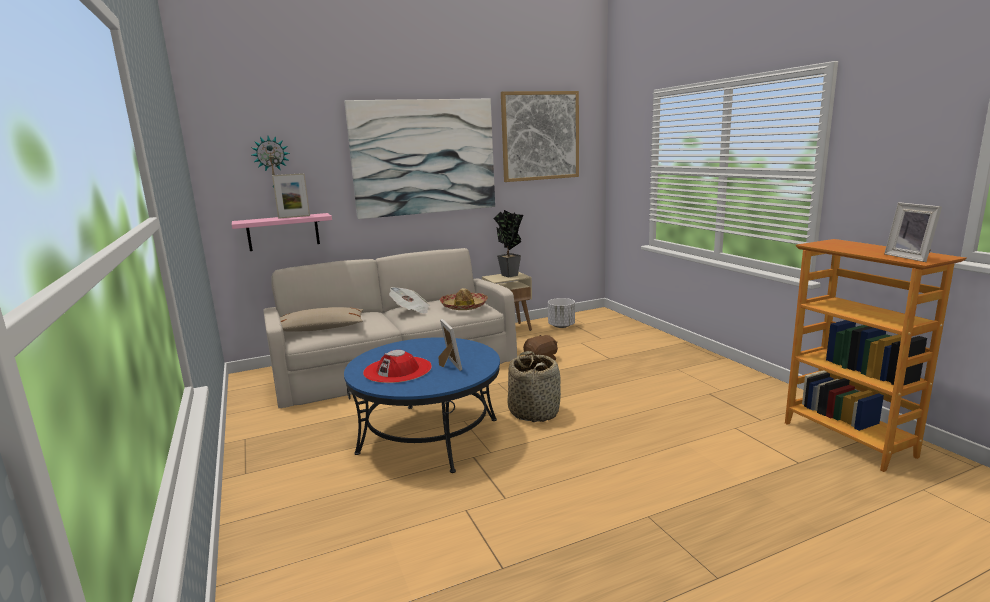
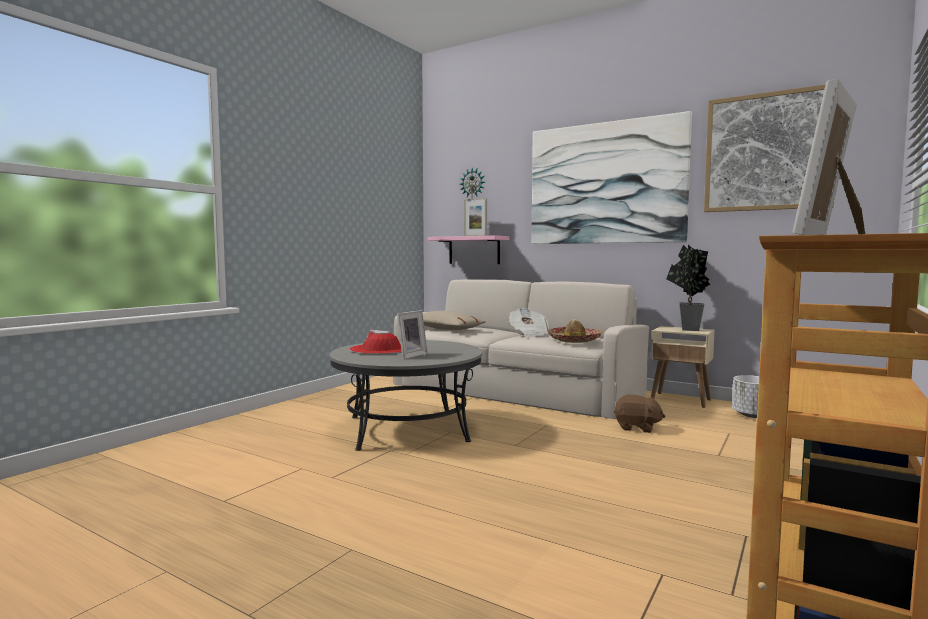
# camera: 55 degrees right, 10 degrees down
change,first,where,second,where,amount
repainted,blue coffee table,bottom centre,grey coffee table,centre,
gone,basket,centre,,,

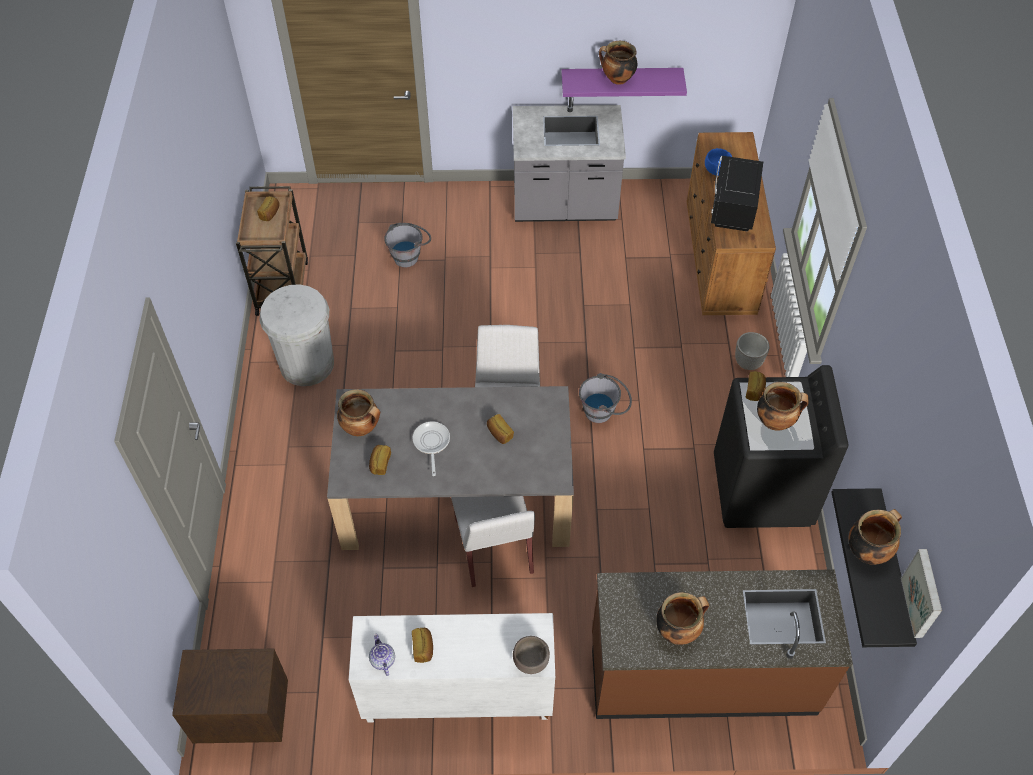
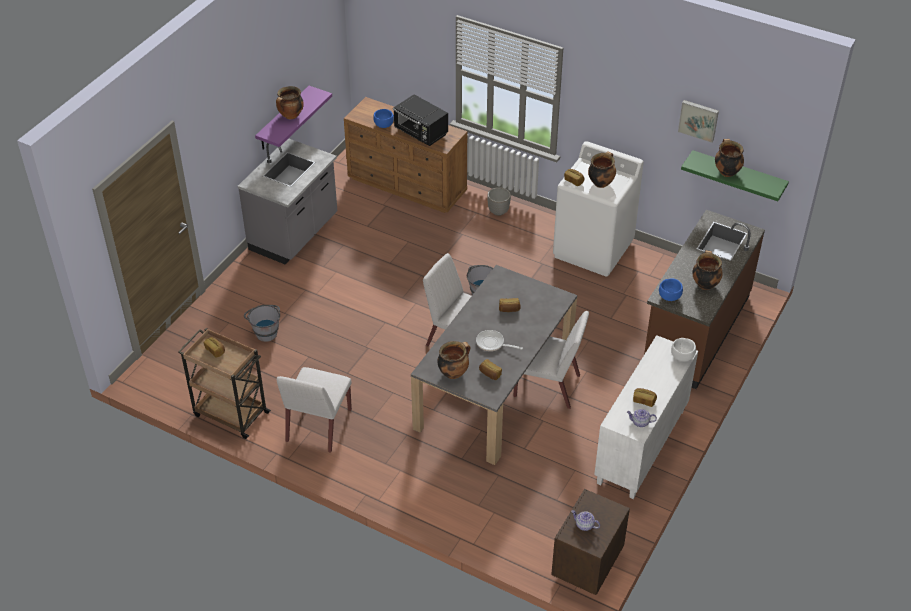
# camera: 60 degrees left, 10 degrees down
change,first,where,second,where,amount
swapped,white trash can,middle left,white chair (no. 1 from left),bottom centre,
repainted,black washing machine,middle right,white washing machine,centre,
repainted,black shelf,bottom right,green shelf,top right,
shifted,picture,bottom right,,top right,
repainted,brown bowl,bottom centre,white bowl,middle right,
new,,,blue bowl (no. 2 from left),middle right,
new,,,teapot (no. 1 from left),bottom centre,

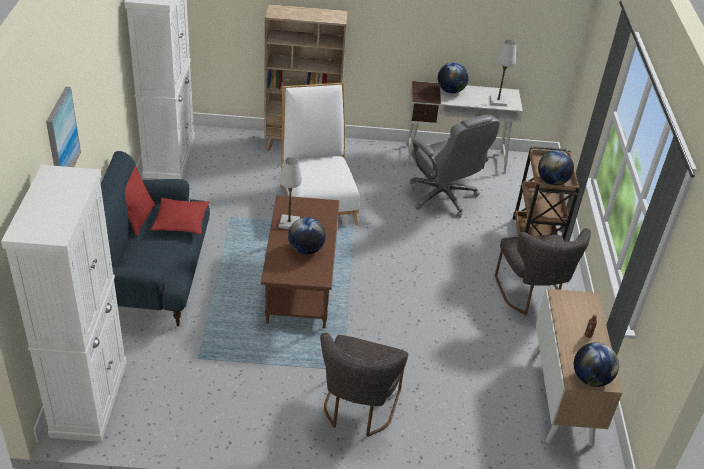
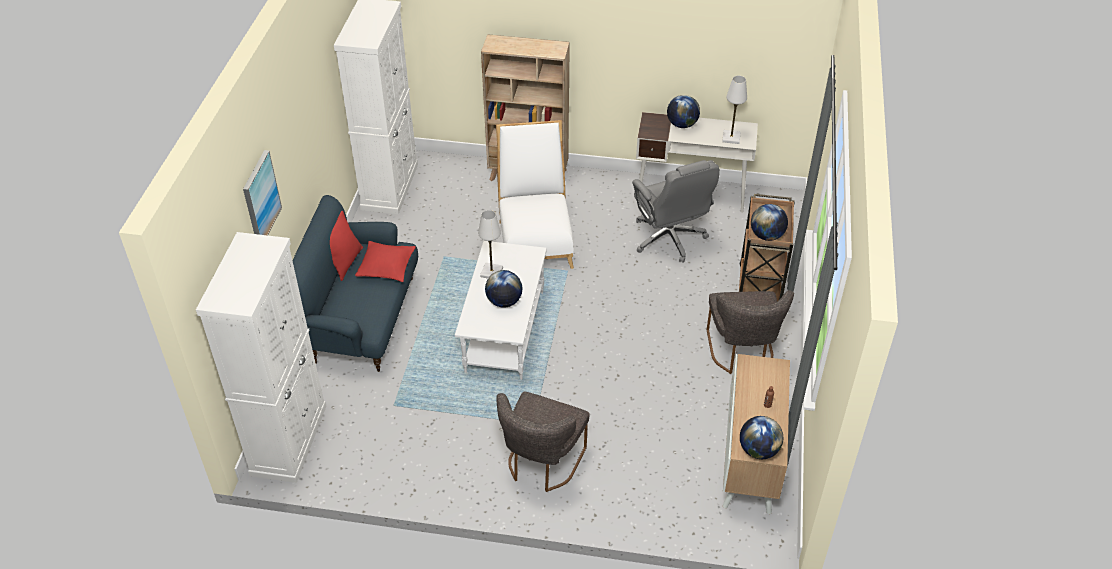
# camera: 10 degrees right, 5 degrees up
change,first,where,second,where,amount
repainted,brown coffee table,centre,white coffee table,centre,

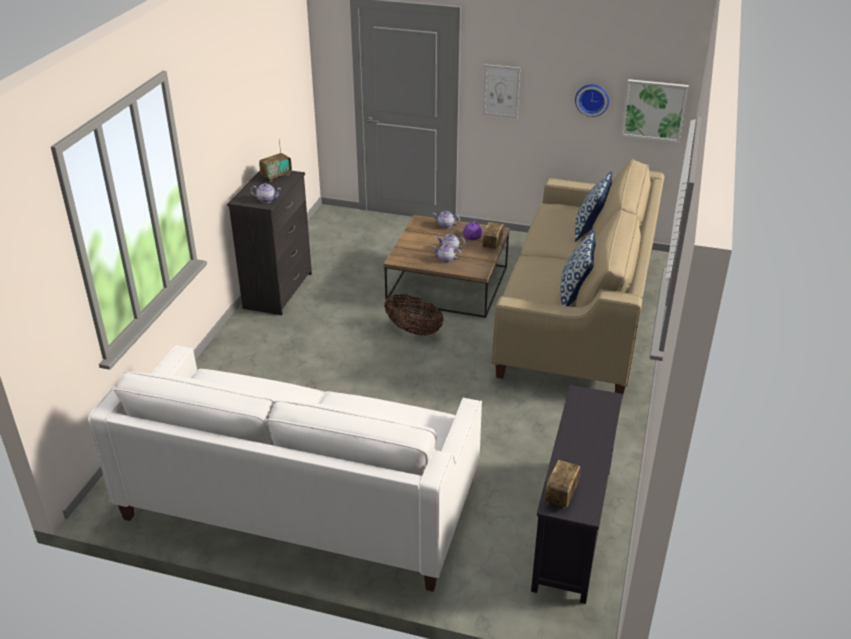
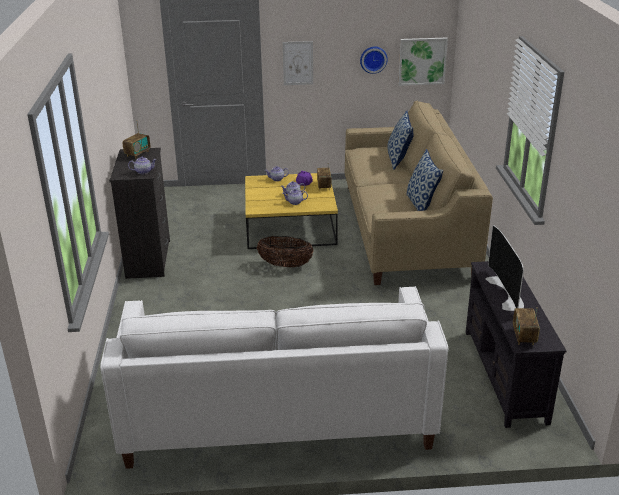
# camera: 20 degrees left, 5 degrees down
change,first,where,second,where,amount
repainted,brown coffee table,centre,yellow coffee table,centre,
new,,,television,middle right,

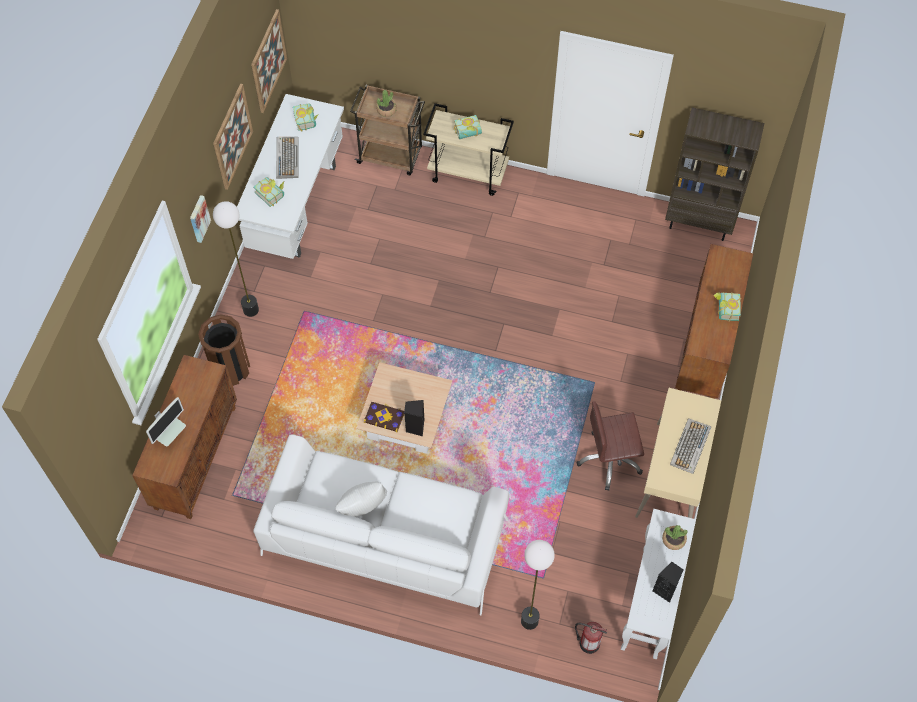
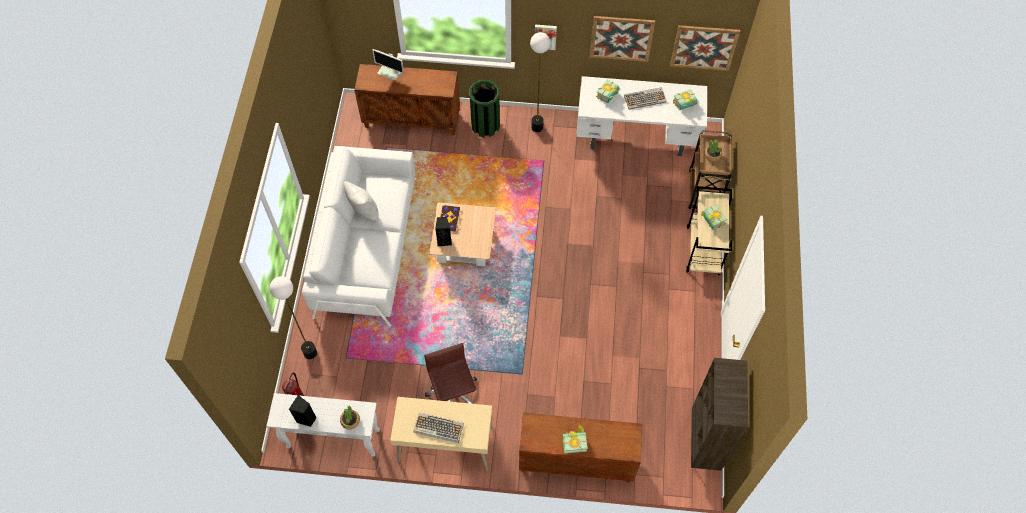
# camera: 80 degrees right, 0 degrees up
change,first,where,second,where,amount
repainted,brown trash can,middle left,green trash can,top centre,

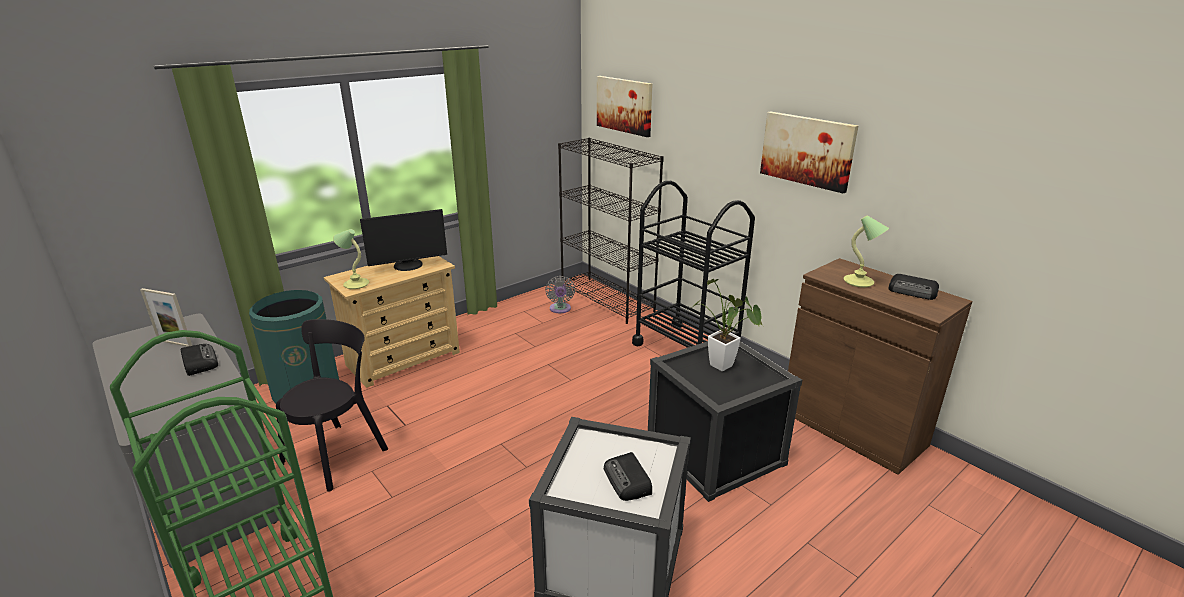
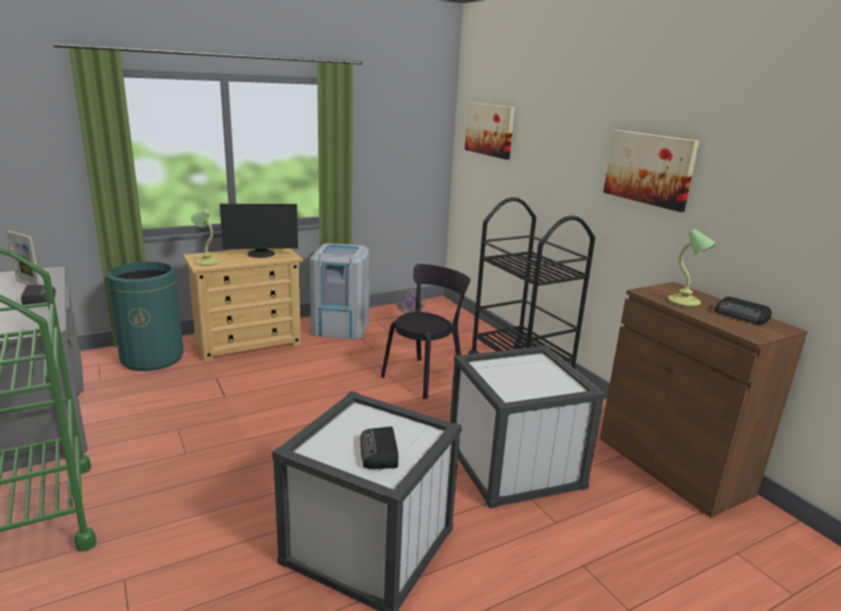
# camera: 10 degrees right, 5 degrees down
change,first,where,second,where,amount
gone,black bookcase,centre,,,
gone,potted plant,centre,,,
shifted,black chair,bottom left,,centre,
repainted,black storage box,bottom centre,white storage box (no. 2 from left),bottom centre,
new,,,grey trash can,centre,

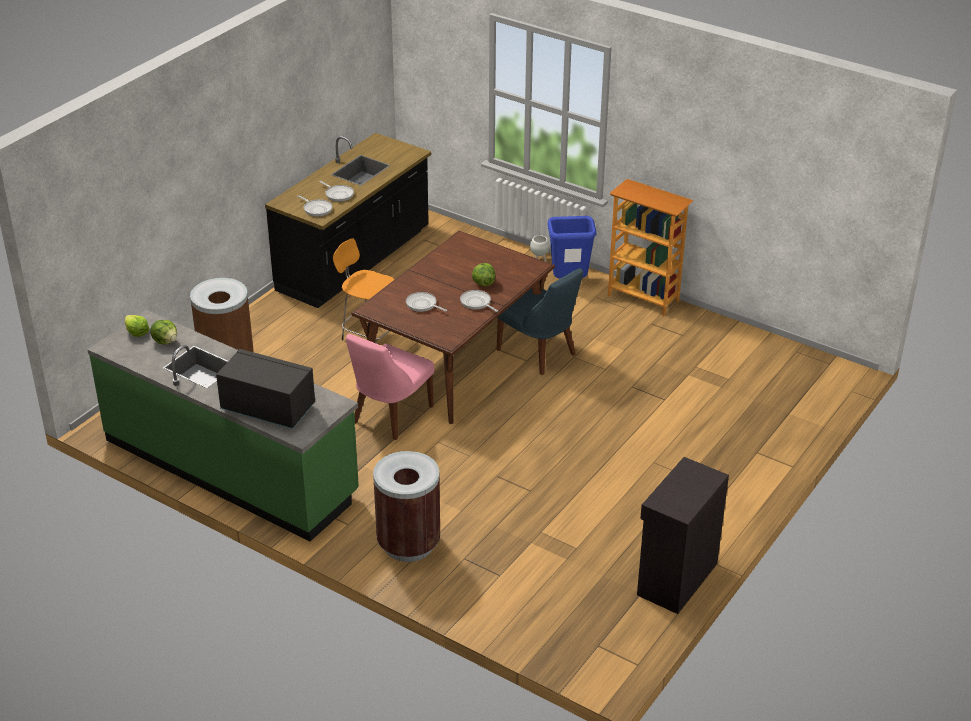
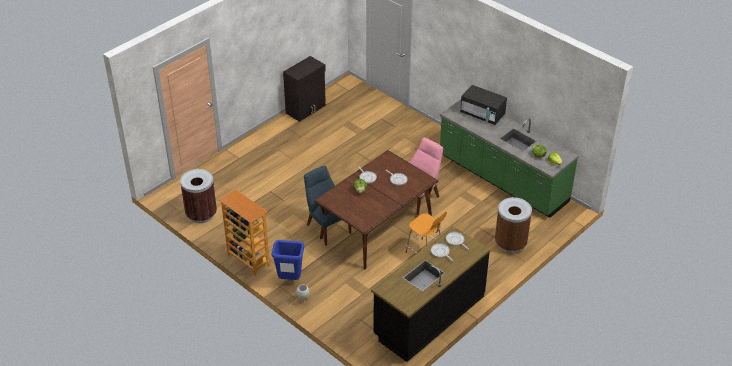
# camera: 170 degrees left, 5 degrees up
change,first,where,second,where,amount
shifted,brown trash can (no. 2 from left in the first image),bottom centre,brown trash can (no. 1 from left),middle left,

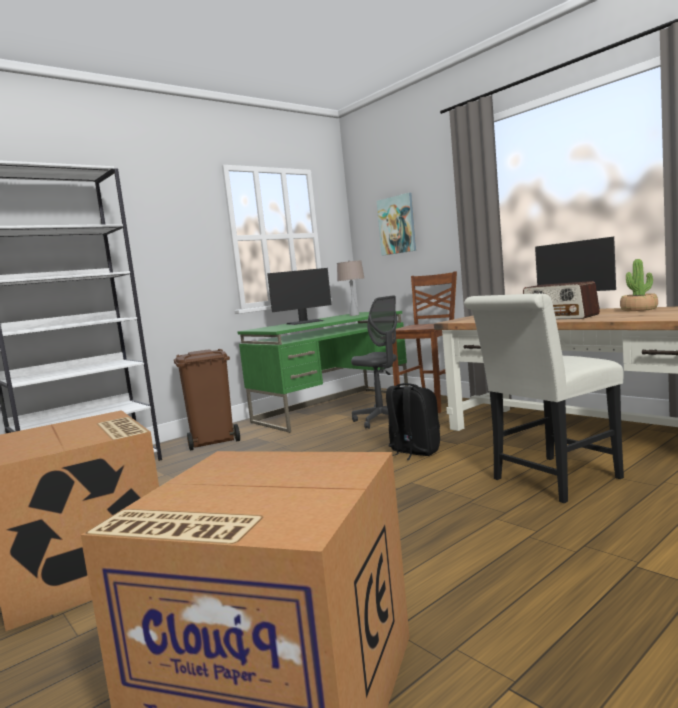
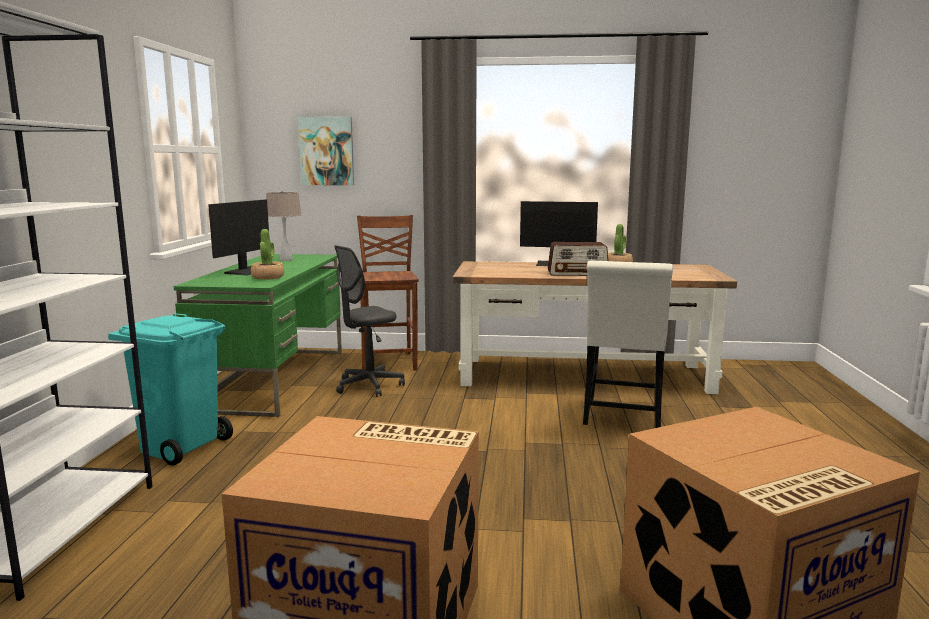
# camera: 45 degrees left, 5 degrees up
change,first,where,second,where,amount
rotated,grey office chair,centre,,centre,135 degrees clockwise
repainted,brown trash can,middle left,turquoise trash can,middle left,
gone,black backpack,centre,,,
new,,,potted plant (no. 1 from left),middle left,

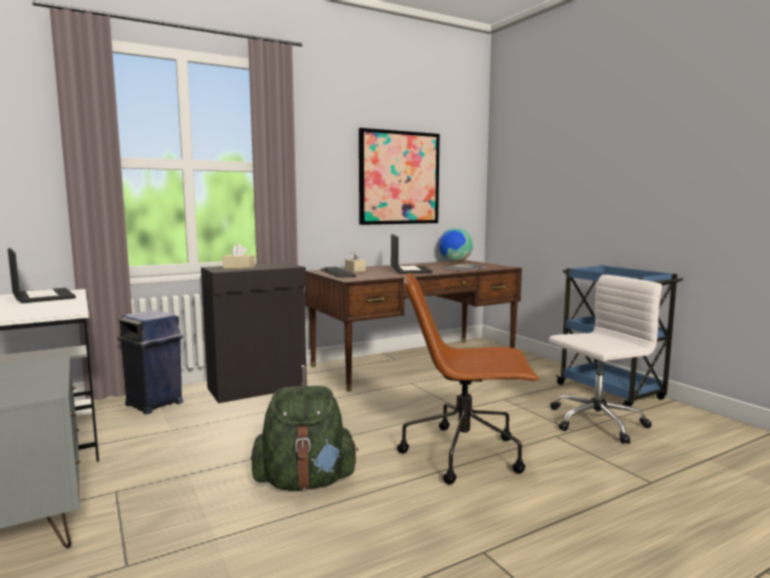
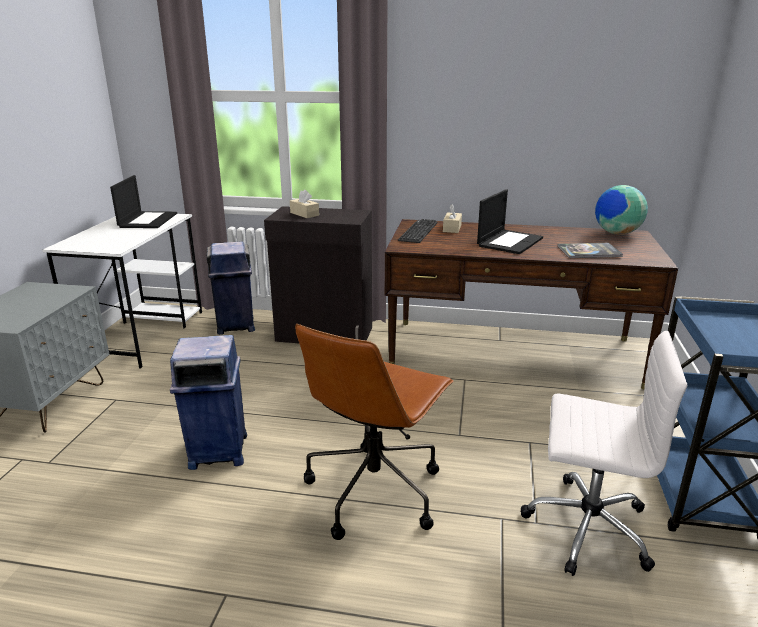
# camera: 40 degrees right, 15 degrees up
change,first,where,second,where,amount
gone,picture,top centre,,,
rotated,brown office chair,centre,,bottom centre,105 degrees counterclockwise
swapped,green backpack,bottom centre,blue trash can (no. 1 from left),middle left,

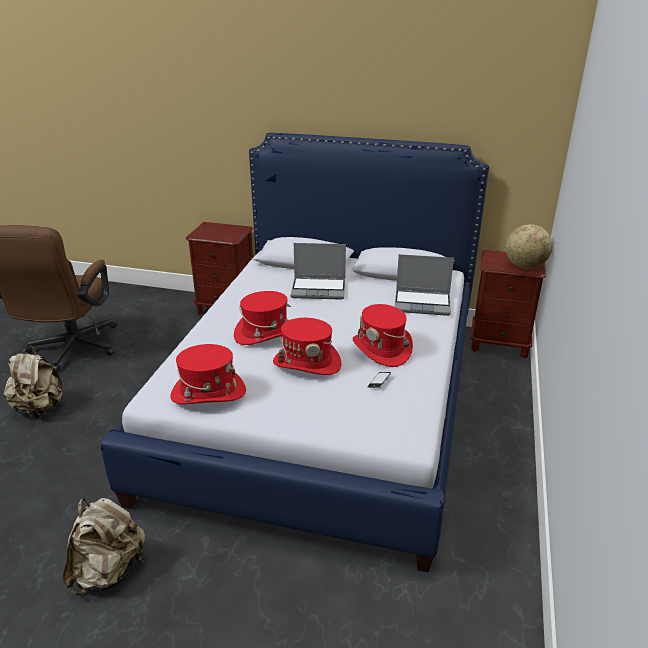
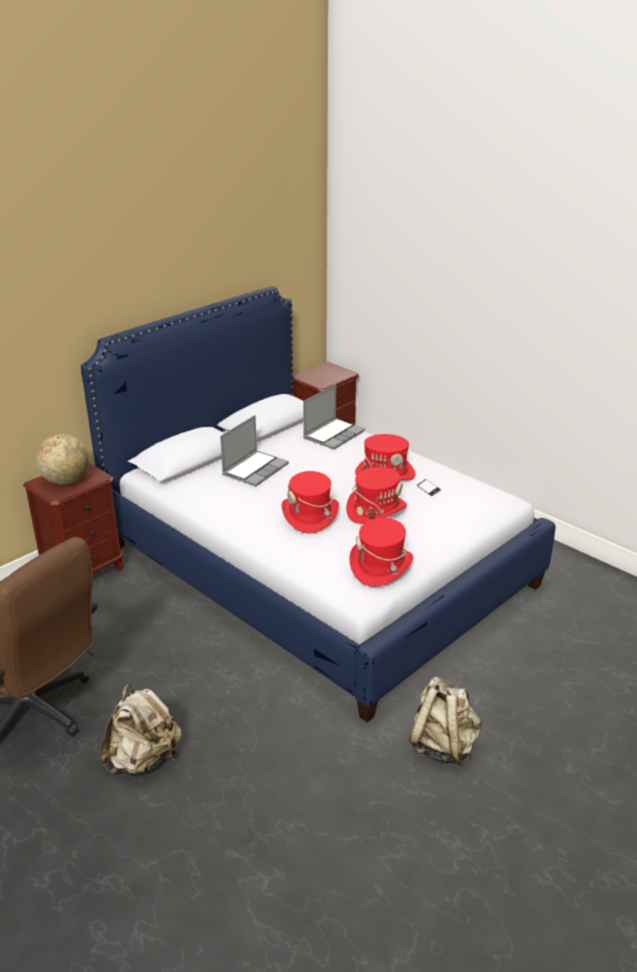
# camera: 60 degrees left, 0 degrees up
change,first,where,second,where,amount
shifted,globe,middle right,,middle left,

